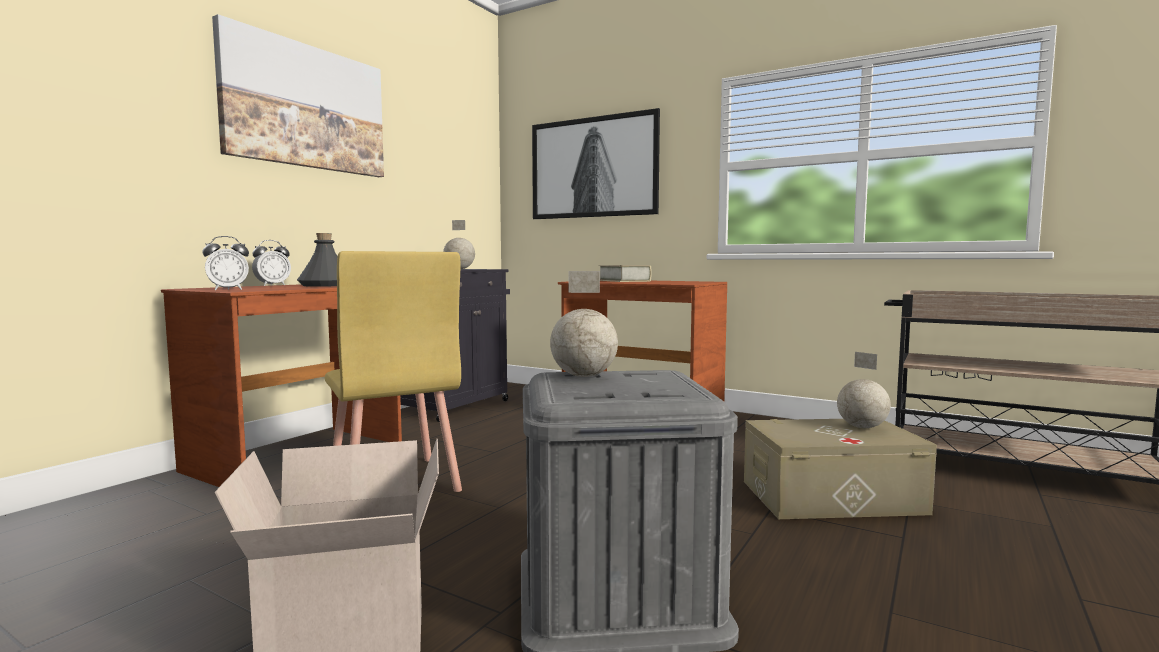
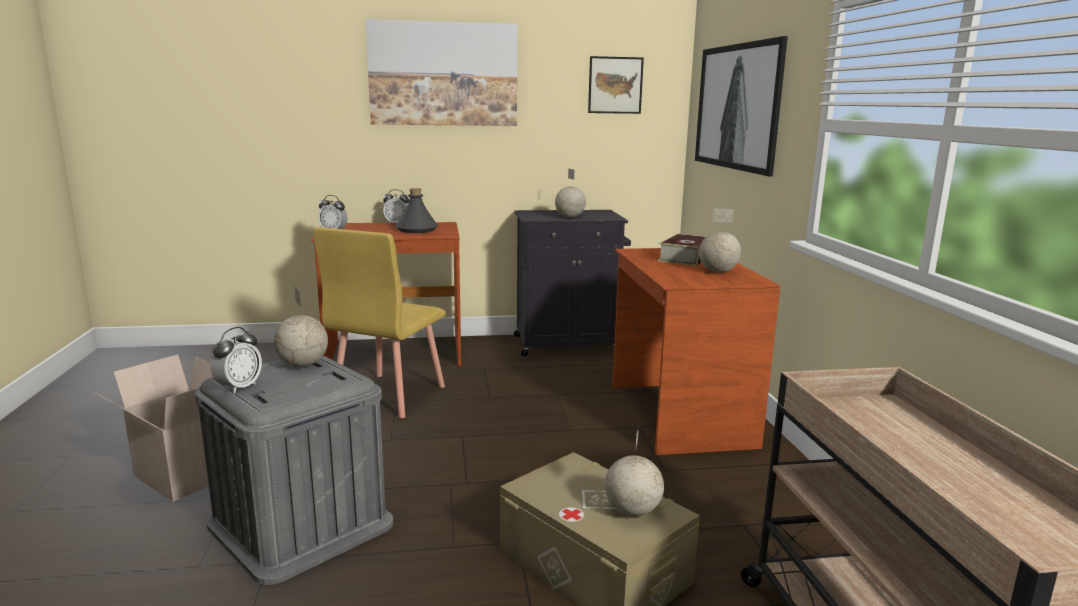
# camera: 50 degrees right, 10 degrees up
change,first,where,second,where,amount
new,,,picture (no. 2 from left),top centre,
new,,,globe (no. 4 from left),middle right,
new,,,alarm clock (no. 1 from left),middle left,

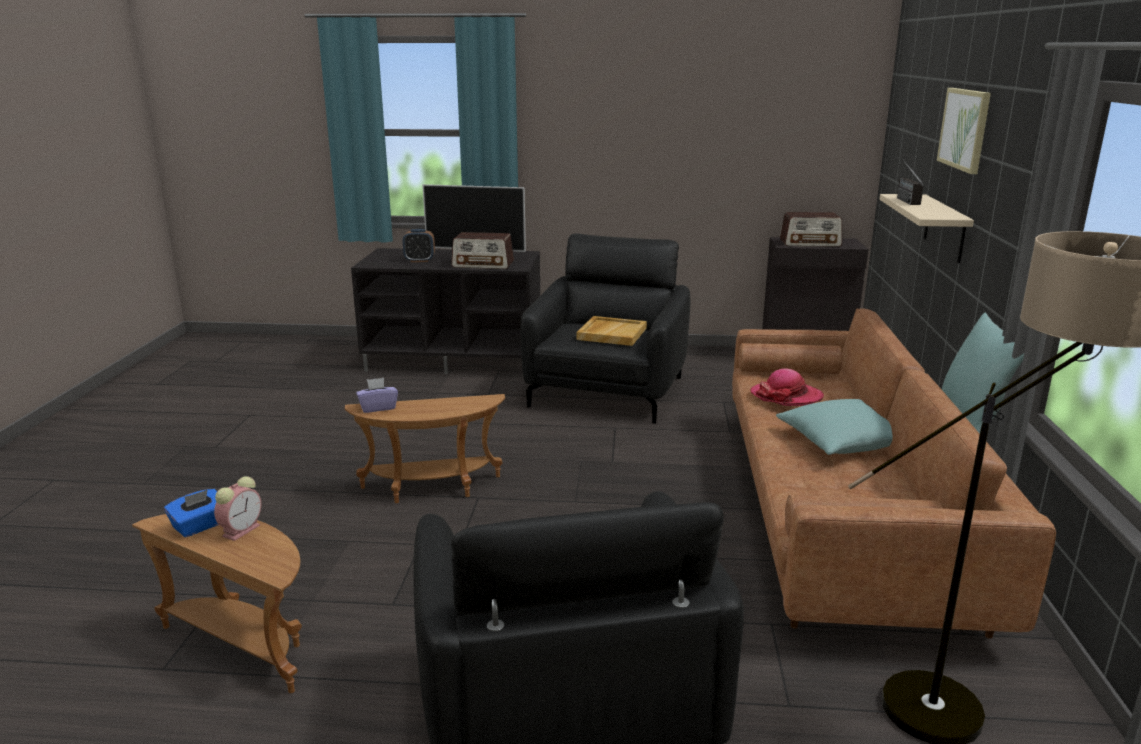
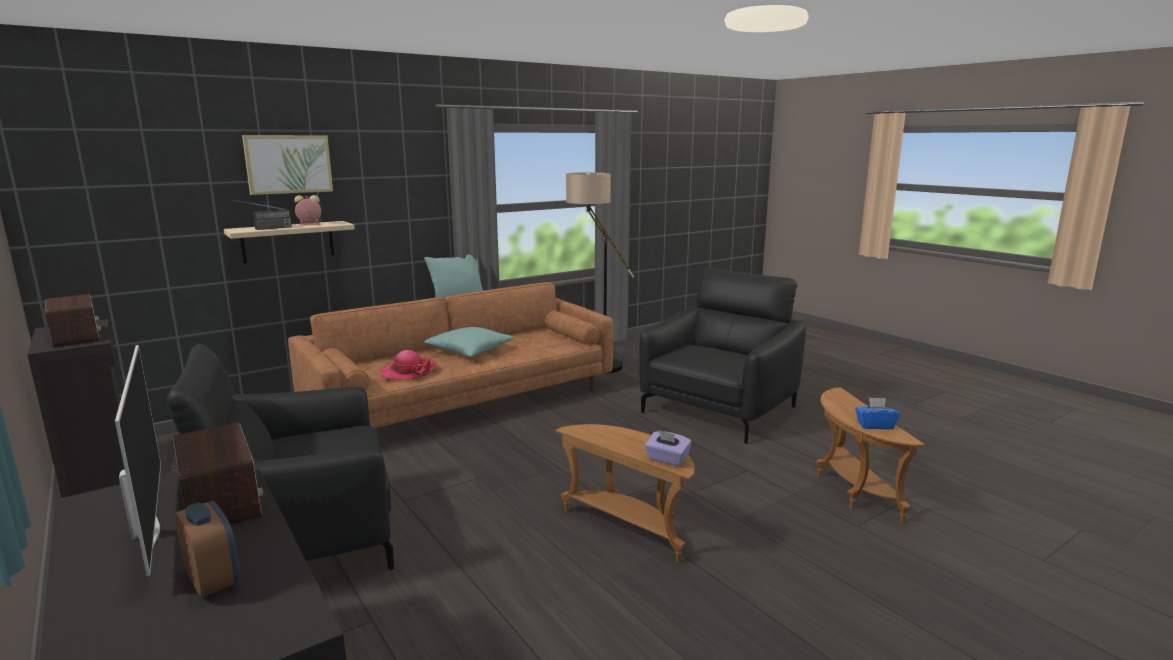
# camera: 130 degrees left, 5 degrees down
change,first,where,second,where,amount
gone,beige tray,centre,,,
shifted,alarm clock (no. 1 from left in the first image),bottom left,alarm clock (no. 2 from left),top left,

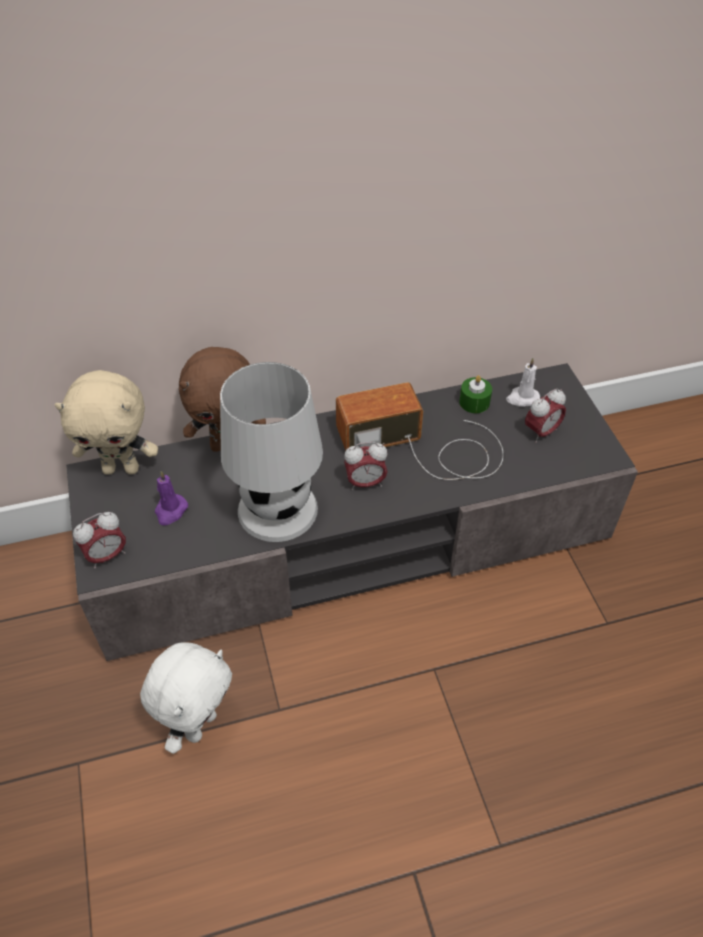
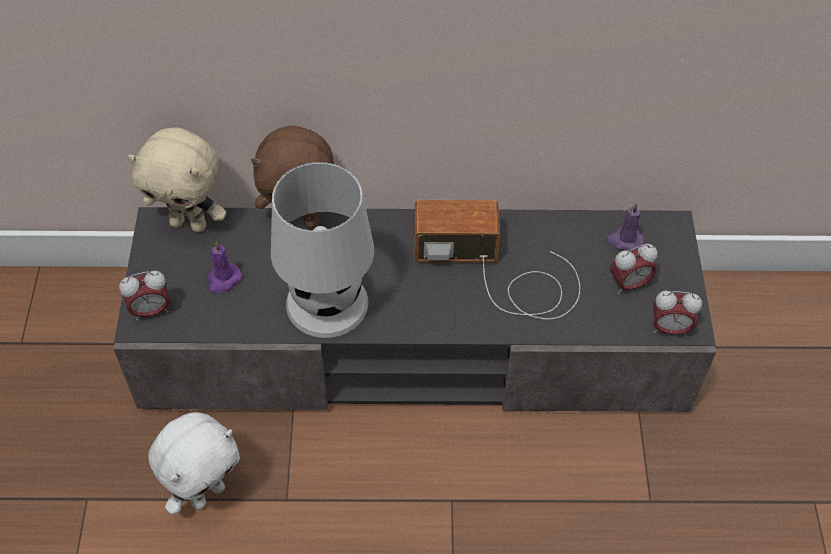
# camera: 15 degrees right, 5 degrees up
change,first,where,second,where,amount
repainted,white candle,middle right,purple candle (no. 2 from left),middle right,
gone,green candle,middle right,,,
shifted,alarm clock (no. 2 from left in the first image),centre,alarm clock (no. 3 from left),middle right,

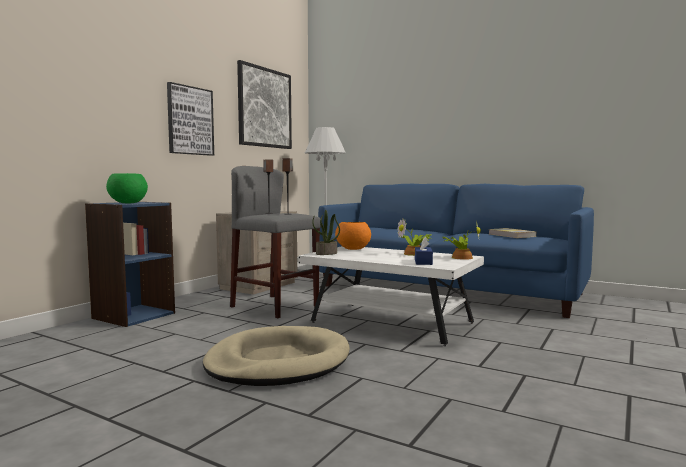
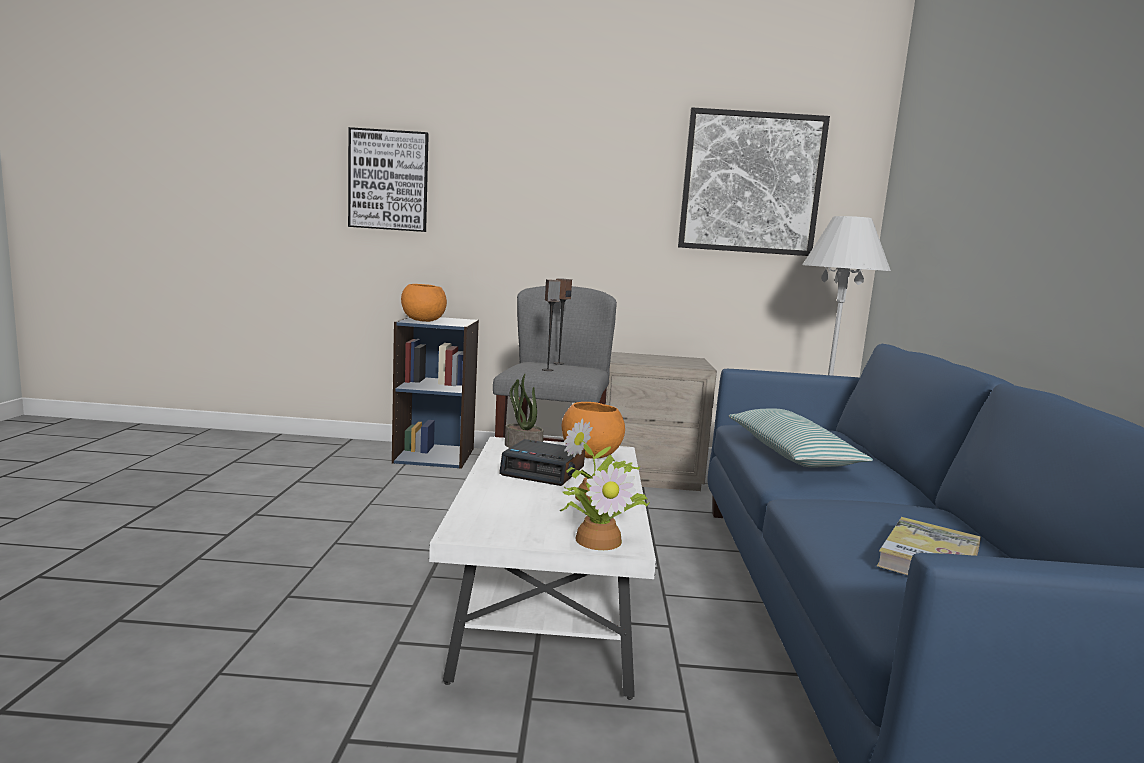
# camera: 60 degrees right, 5 degrees up
change,first,where,second,where,amount
shifted,picture (no. 1 from left),top left,,top centre,
repainted,green bowl,middle left,orange bowl (no. 1 from left),centre,
gone,blue tissue box,centre,,,
gone,beige dog bed,bottom centre,,,
new,,,pillow,middle right,
new,,,alarm clock,centre,

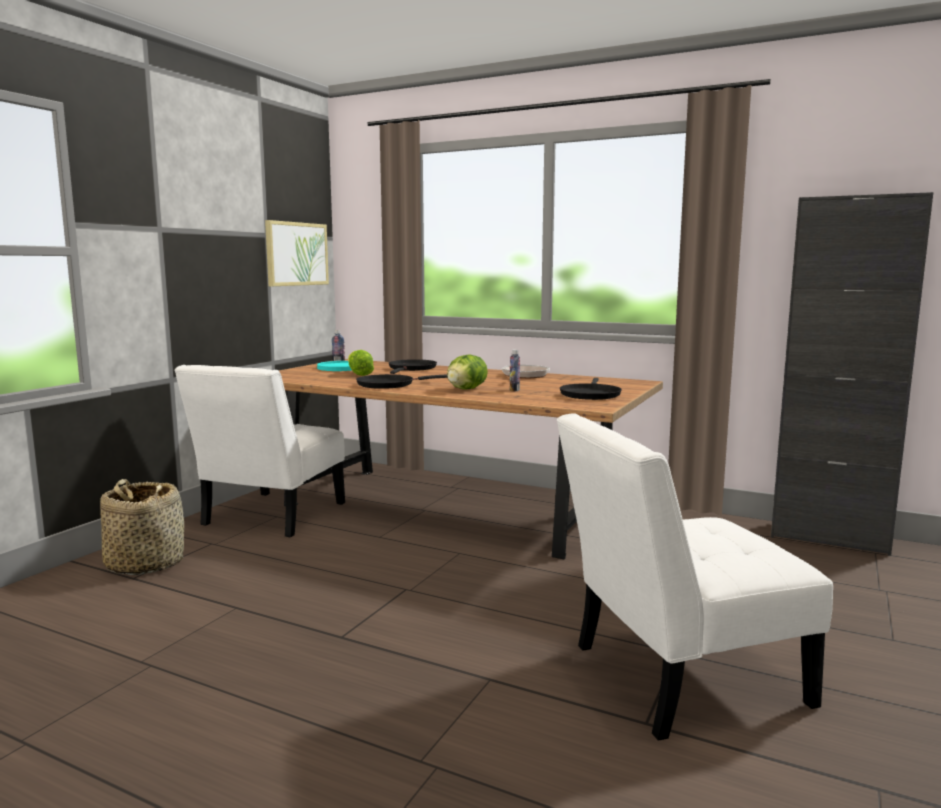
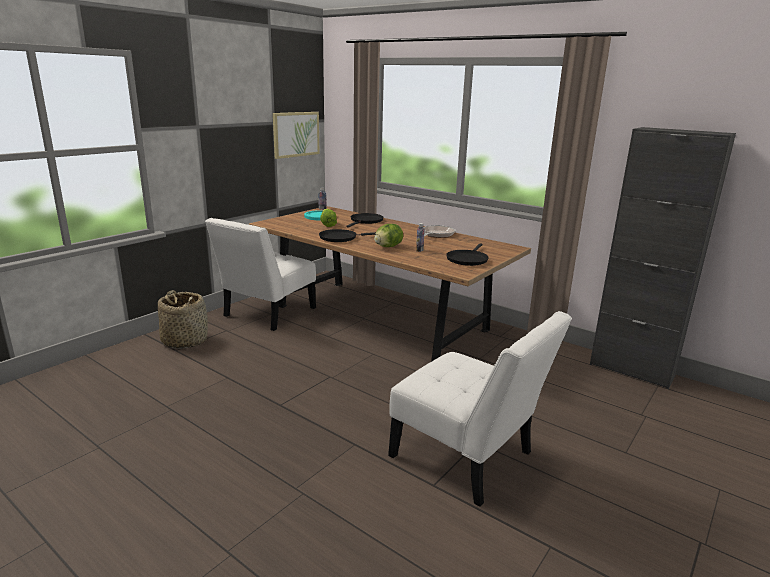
# camera: 10 degrees right, 10 degrees up
change,first,where,second,where,amount
rotated,white chair (no. 2 from left),bottom right,,bottom centre,135 degrees counterclockwise

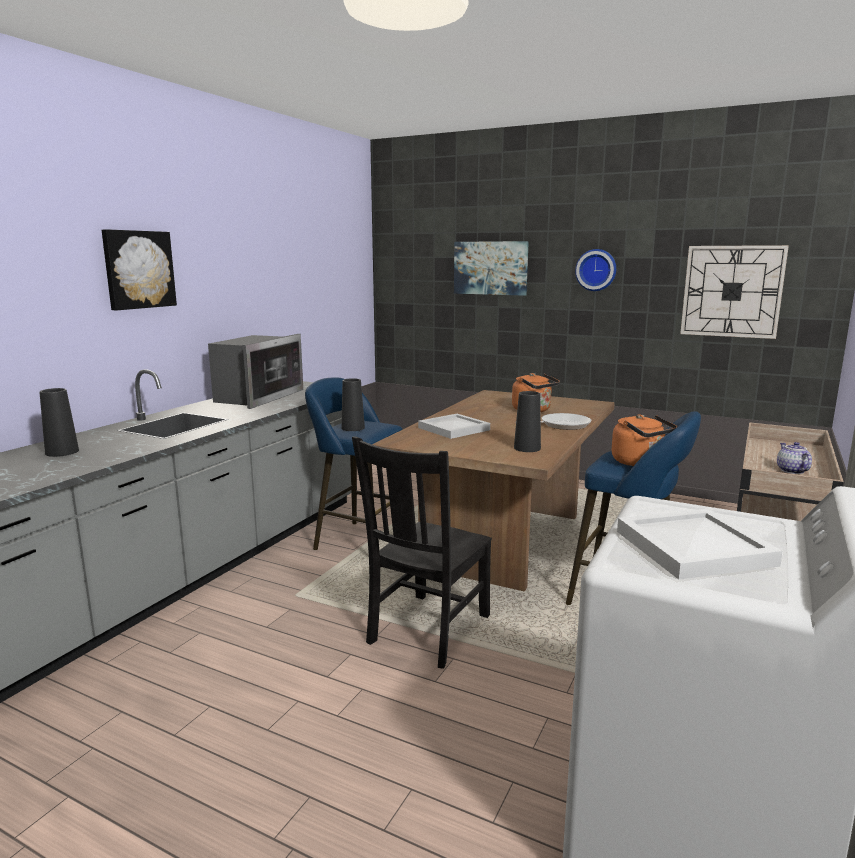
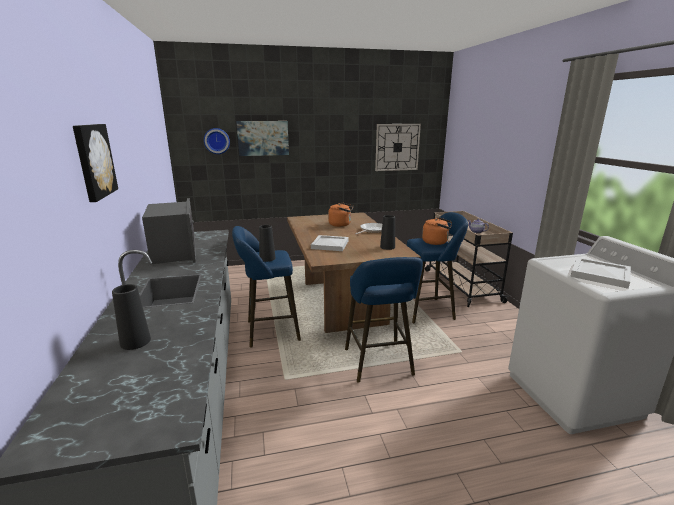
# camera: 40 degrees left, 5 degrees up
change,first,where,second,where,amount
shifted,wall clock (no. 1 from left),top right,,top left,
swapped,black chair,centre,blue stool (no. 2 from left),centre,

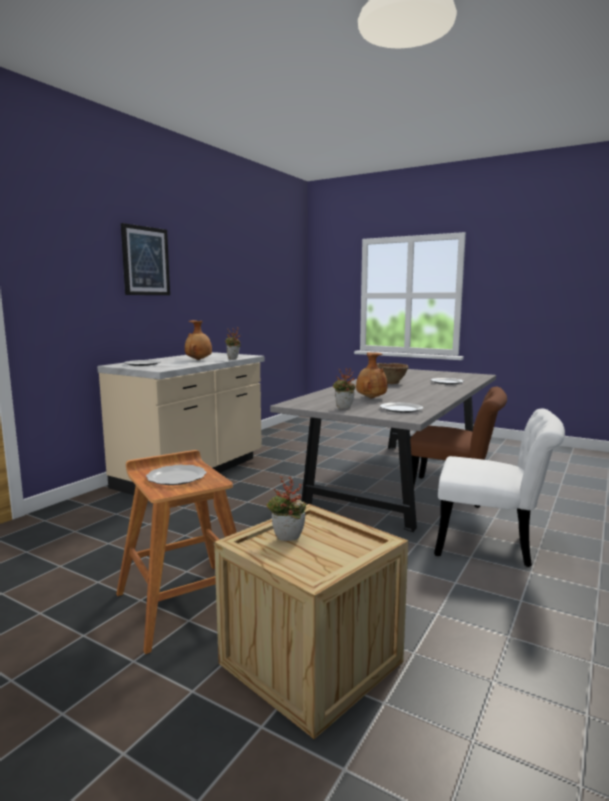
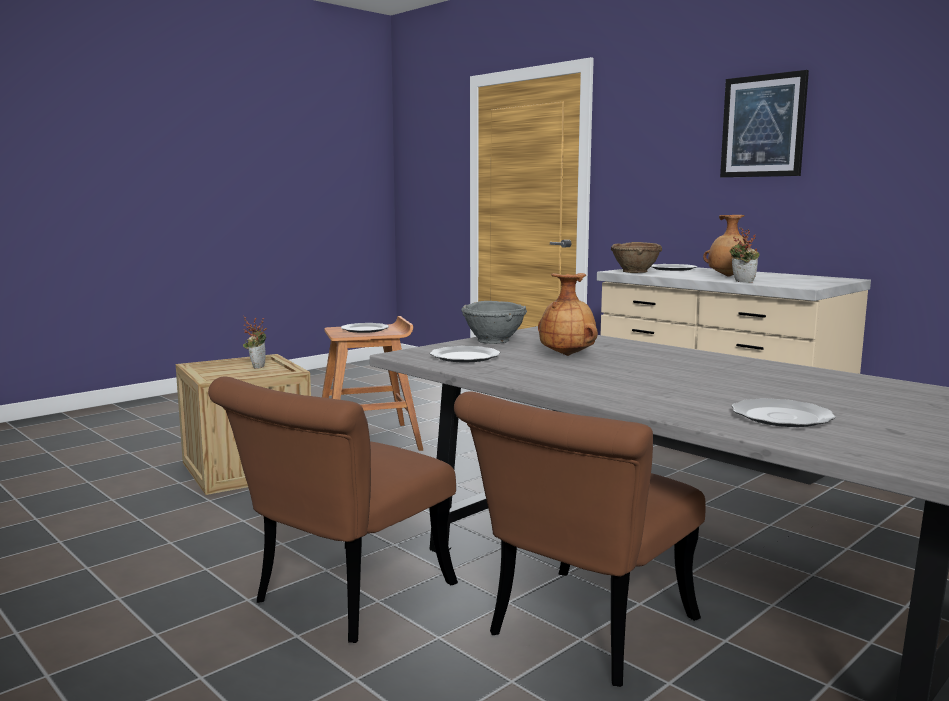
# camera: 105 degrees right, 0 degrees up
change,first,where,second,where,amount
shifted,brown bowl,centre,,middle right,
swapped,potted plant (no. 3 from left),centre,grey bowl,centre,
repainted,white chair,middle right,brown chair (no. 1 from left),bottom centre,

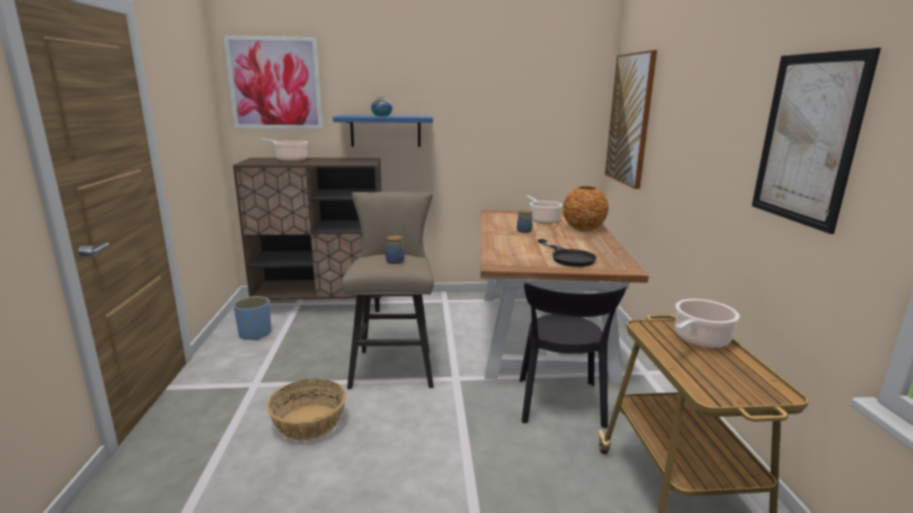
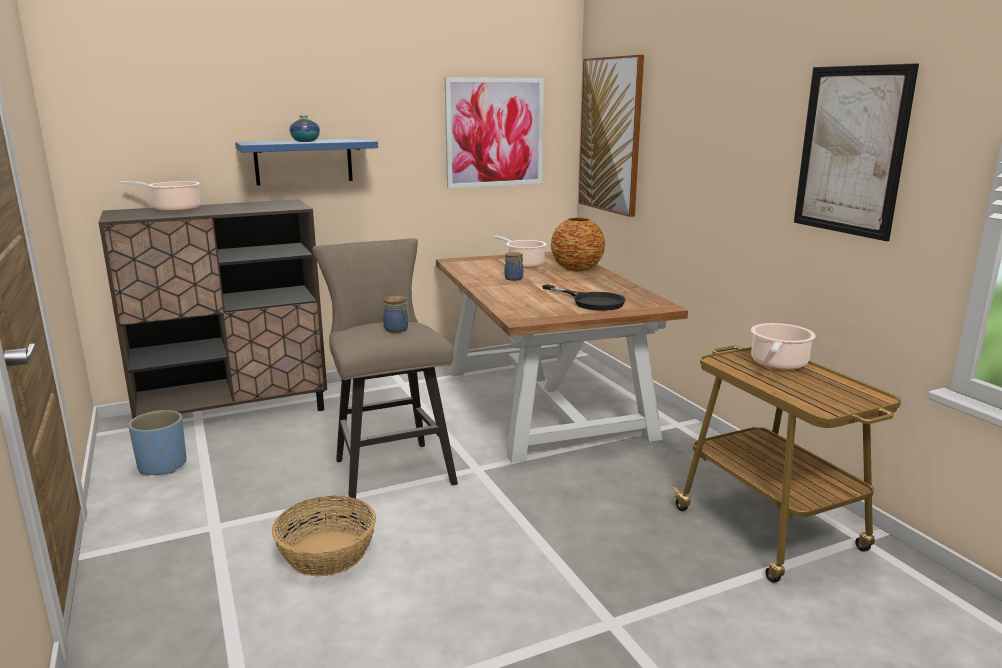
# camera: 20 degrees left, 0 degrees up
change,first,where,second,where,amount
shifted,picture (no. 1 from left),top left,,top centre,
gone,black chair,bottom centre,,,

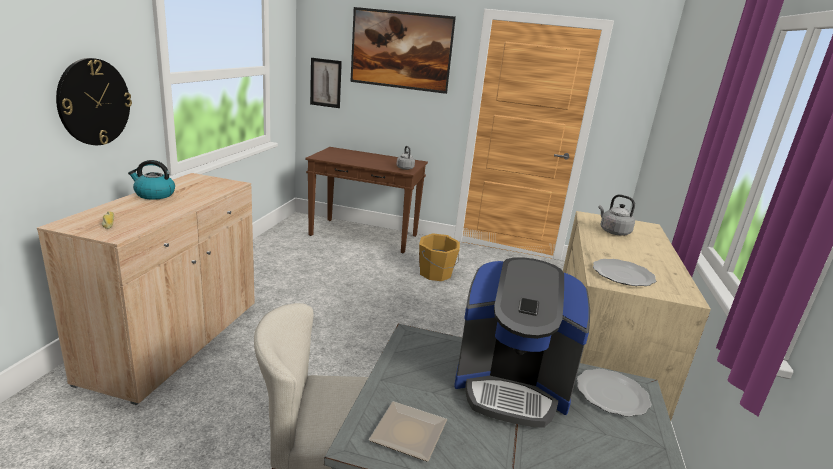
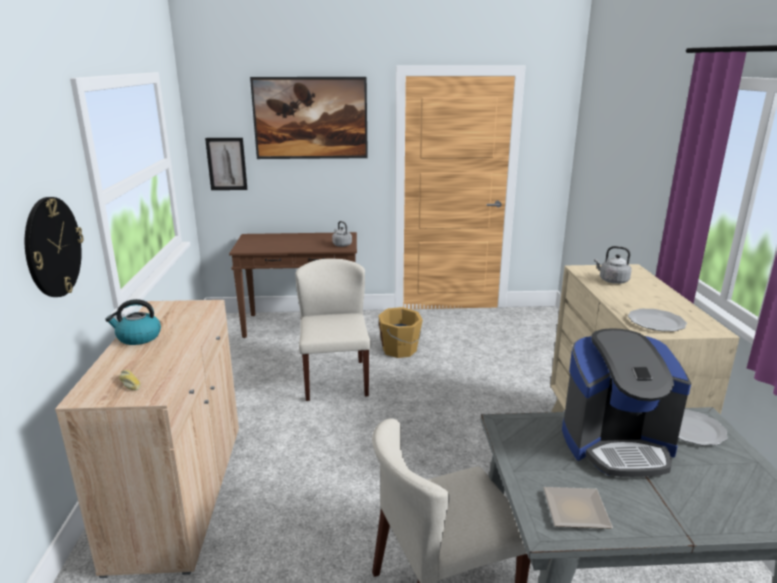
# camera: 15 degrees left, 0 degrees up
change,first,where,second,where,amount
new,,,beige chair (no. 1 from left),centre,

